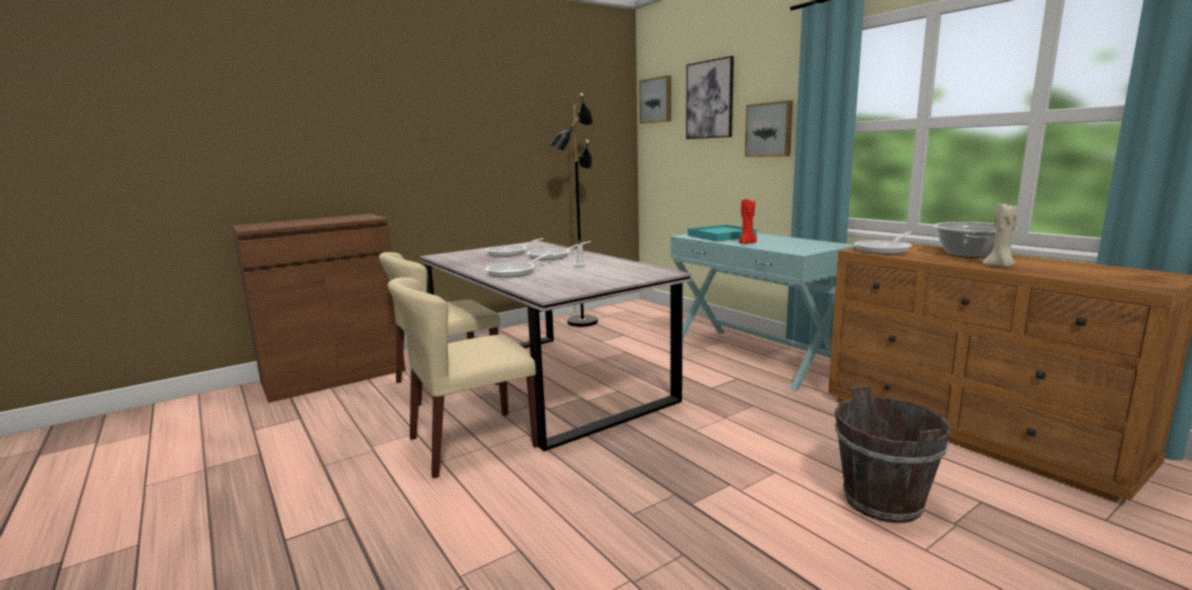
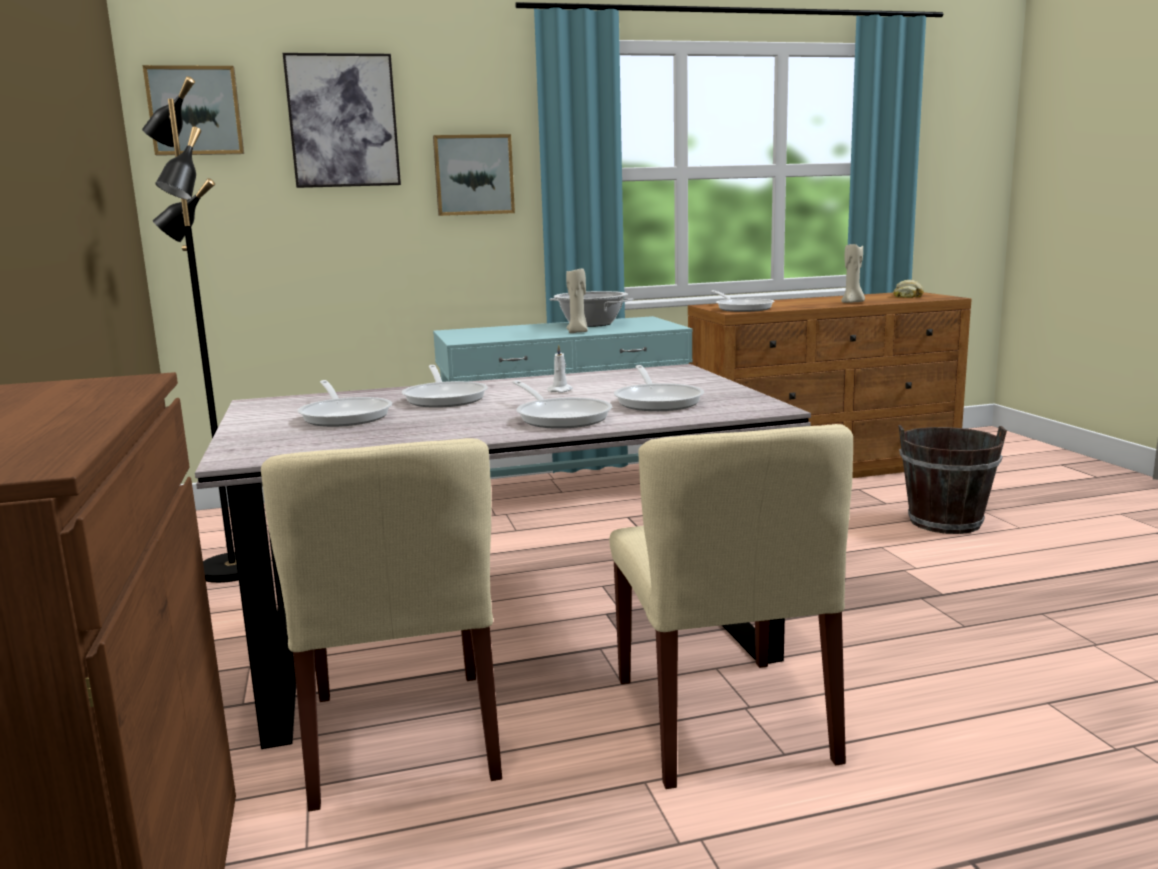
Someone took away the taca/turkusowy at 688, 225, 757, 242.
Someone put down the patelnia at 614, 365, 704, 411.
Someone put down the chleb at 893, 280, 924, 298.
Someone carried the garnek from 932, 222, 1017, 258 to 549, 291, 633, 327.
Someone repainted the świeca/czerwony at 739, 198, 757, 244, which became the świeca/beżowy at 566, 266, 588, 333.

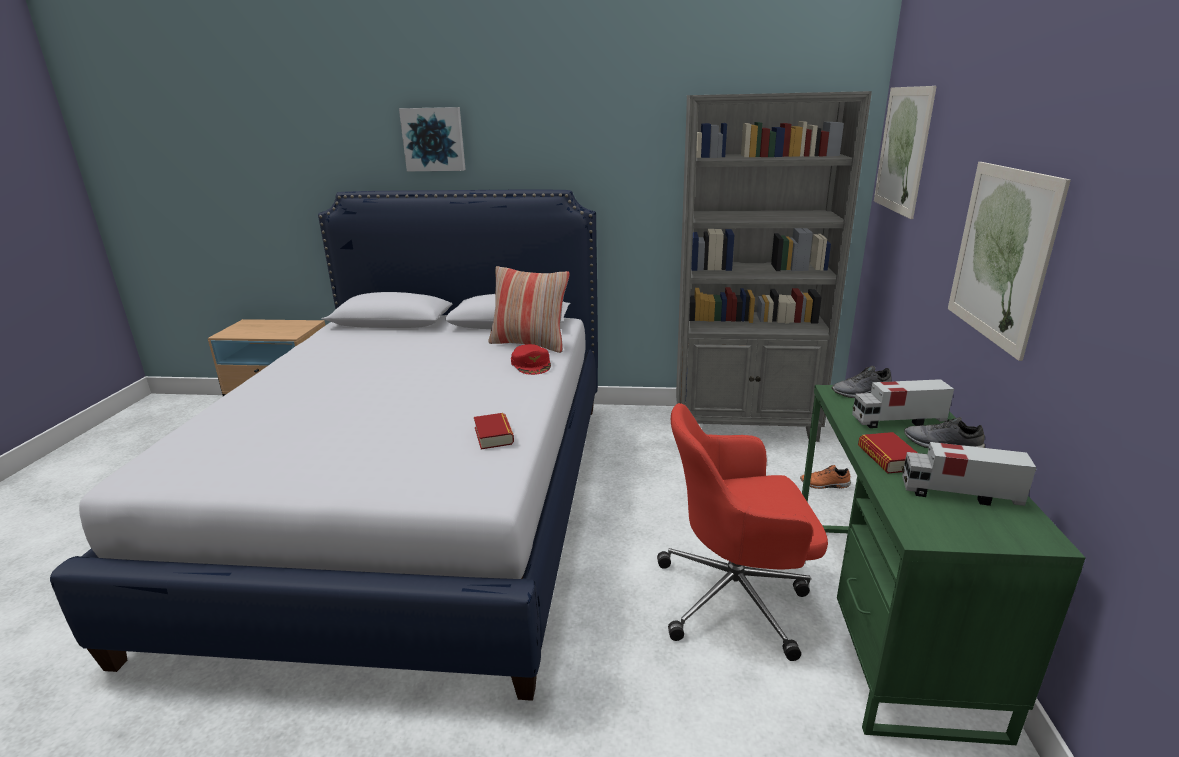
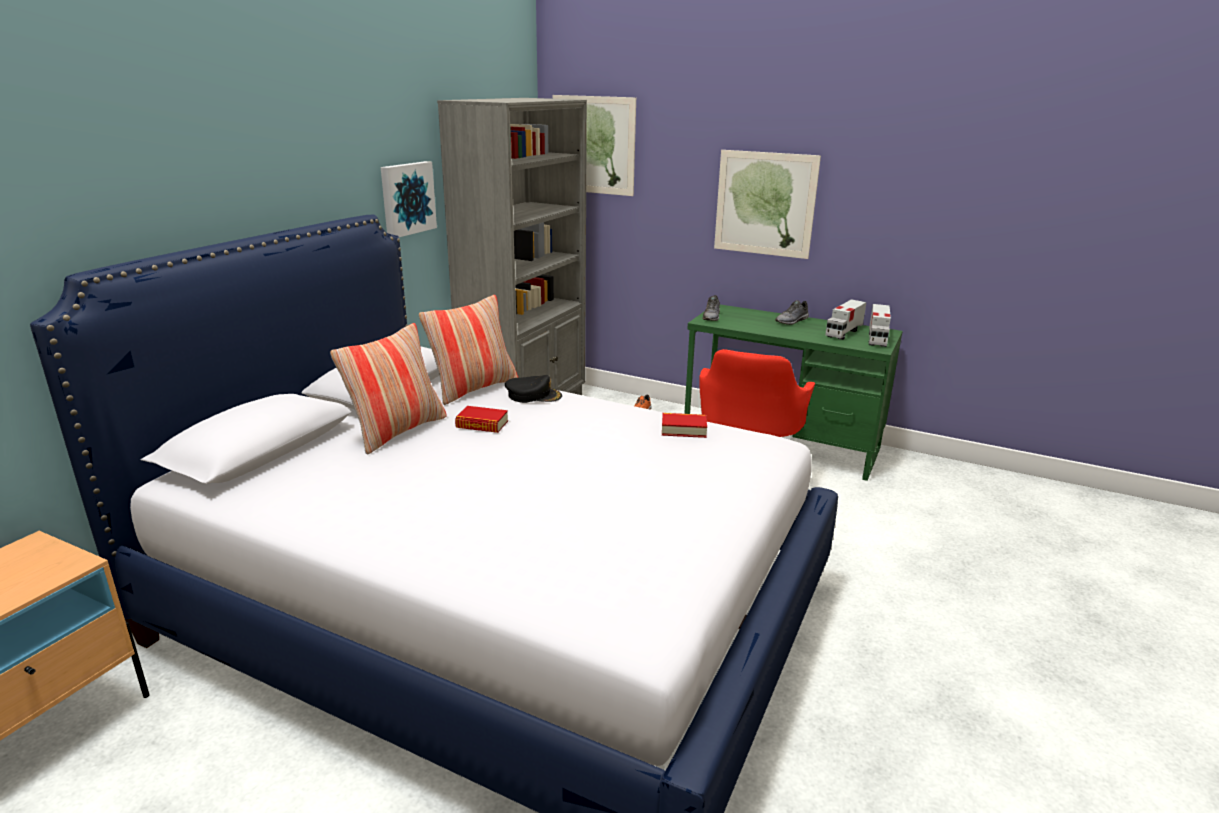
Someone put down the poduszka at 330, 323, 447, 454.
Someone carried the obraz from 399, 107, 466, 171 to 381, 161, 437, 237.
Someone carried the ciężarówka zabawkowa from 852, 379, 954, 428 to 868, 304, 891, 347.
Someone carried the książka from 858, 432, 917, 473 to 455, 406, 508, 433.
Someone repainted the czapka z daszkiem/czerwony at 511, 344, 551, 375, which became the czapka z daszkiem/czarny at 505, 375, 562, 403.

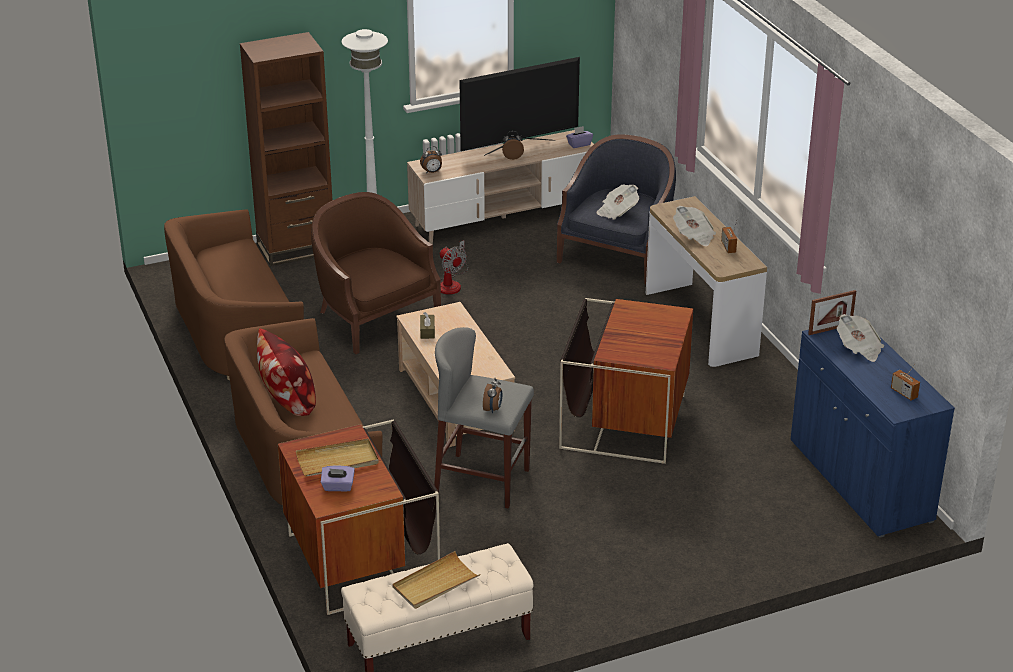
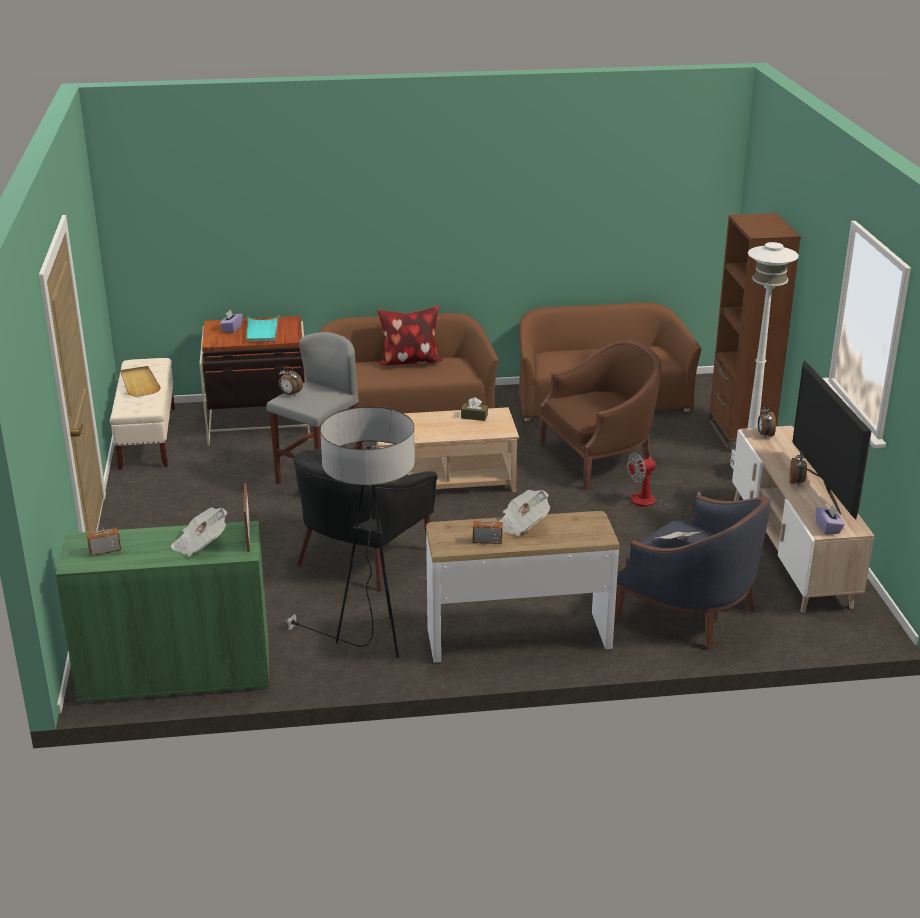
Someone put down the lampa stojąca at 285, 407, 415, 658.
Someone swapped the stolik at 559, 298, 693, 464 for the fotel/czarny at 293, 448, 438, 592.
Someone repainted the taca/beżowy at 296, 438, 379, 477, which became the taca/turkusowy at 247, 316, 279, 342.
Someone repainted the szafka/niebieski at 790, 329, 955, 538, which became the szafka/zielony at 55, 521, 269, 704.

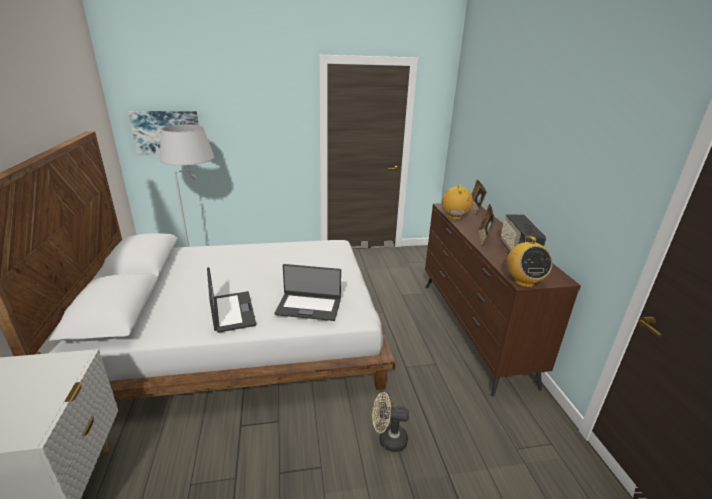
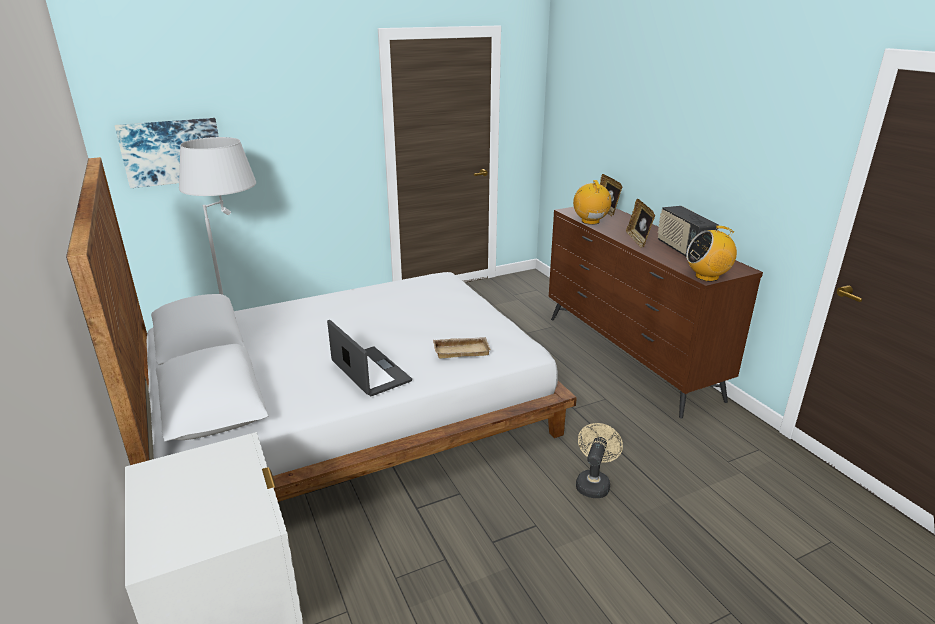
Someone swapped the laptop at 274, 264, 341, 321 for the taca/beżowy at 433, 337, 491, 358.
Someone rotated the wentylator/beżowy at 372, 392, 409, 452 by 120 degrees clockwise.
Someone rotated the radio at 507, 236, 553, 287 by 105 degrees clockwise.

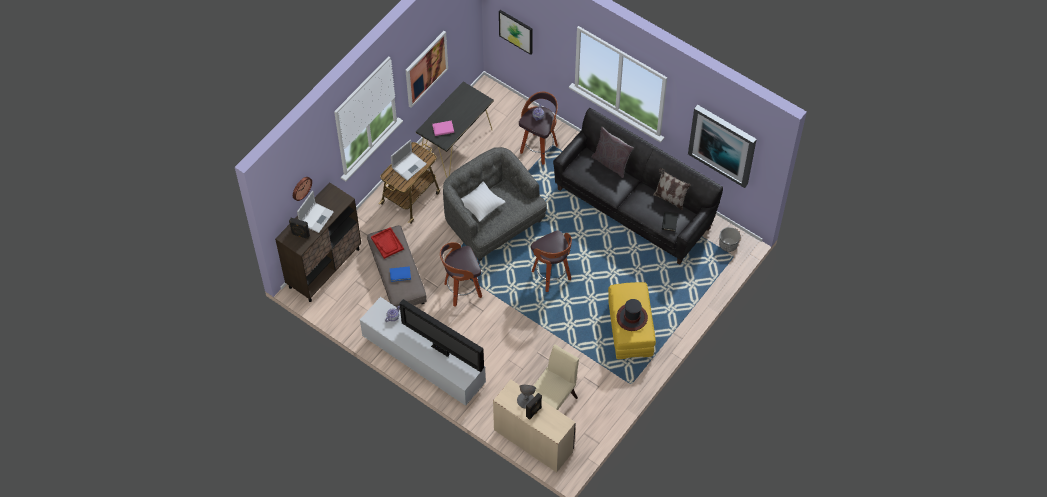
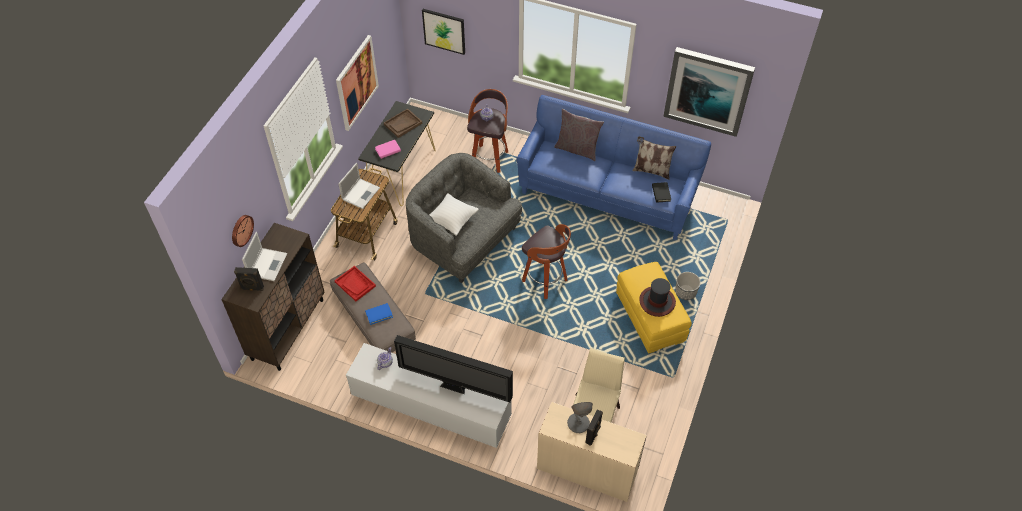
Someone took away the stołek at 440, 242, 482, 307.
Someone put down the taca/brązowy at 384, 108, 422, 138.
Someone carried the donica from 719, 227, 740, 252 to 675, 272, 701, 300.
Someone repainted the kanapa/czarny at 553, 108, 723, 265, which became the kanapa/niebieski at 516, 95, 711, 240.

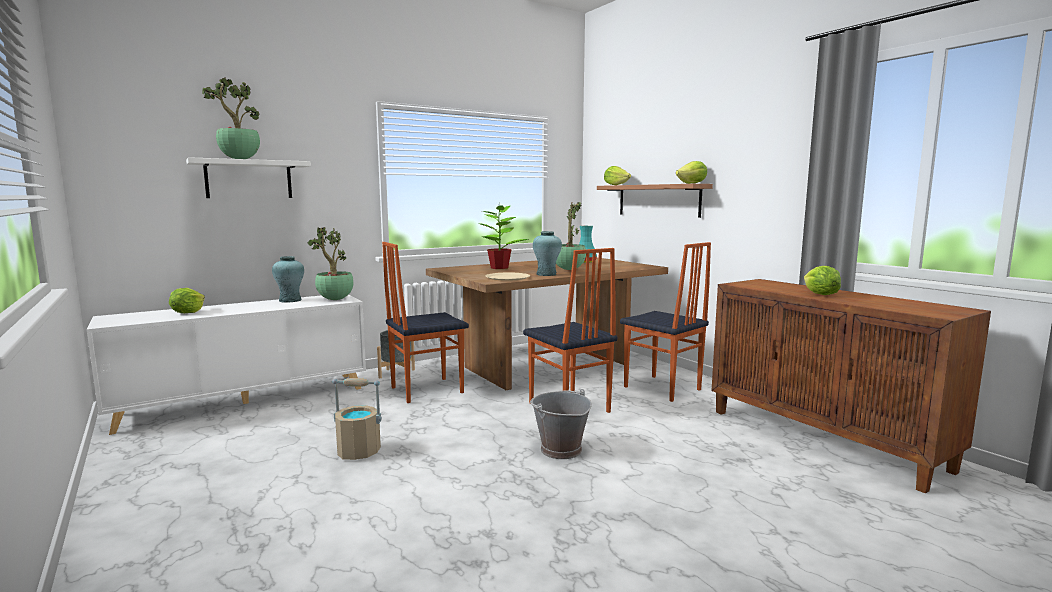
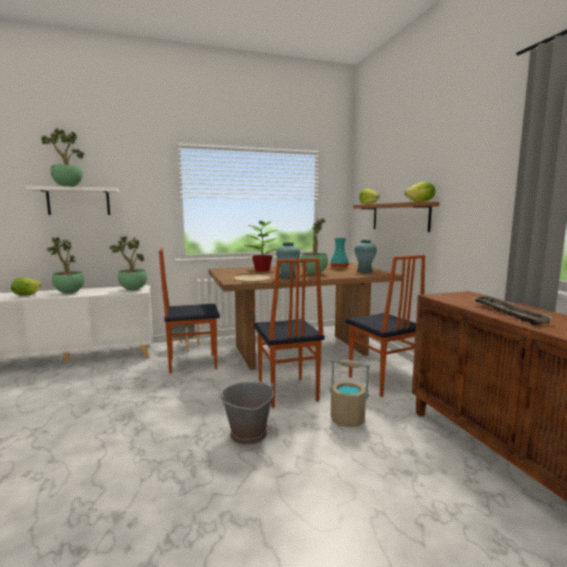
Someone put down the roślina doniczkowa at 46, 238, 84, 294.
Someone carried the wazon/turkusowy from 272, 256, 304, 303 to 354, 240, 377, 273.
Someone carried the wiadro/beżowy from 332, 378, 382, 460 to 330, 359, 370, 427.
Someone swapped the sałata at 804, 266, 841, 295 for the taca at 474, 296, 555, 325.

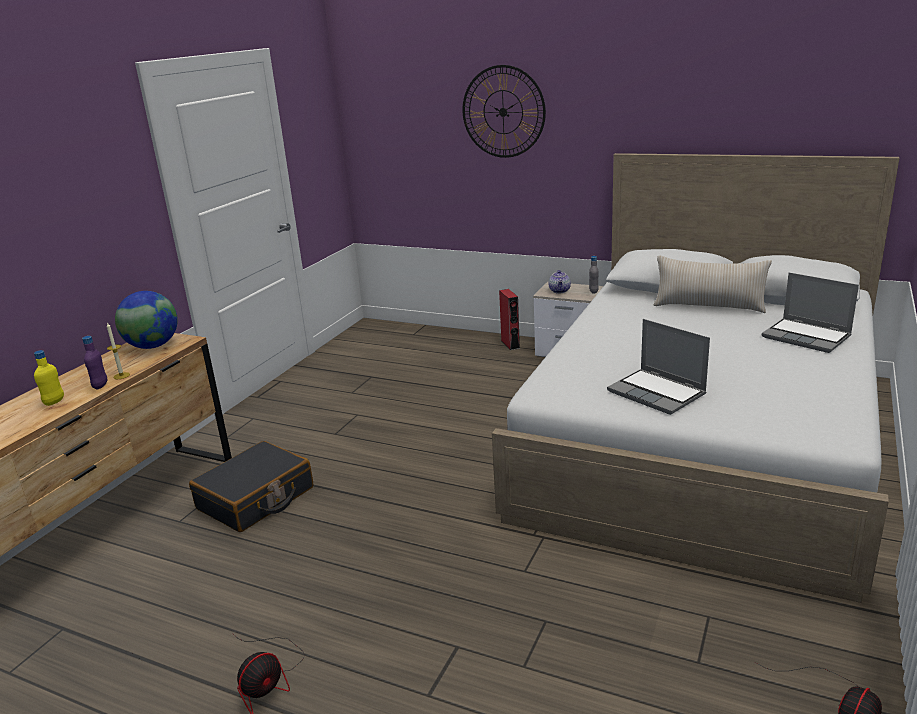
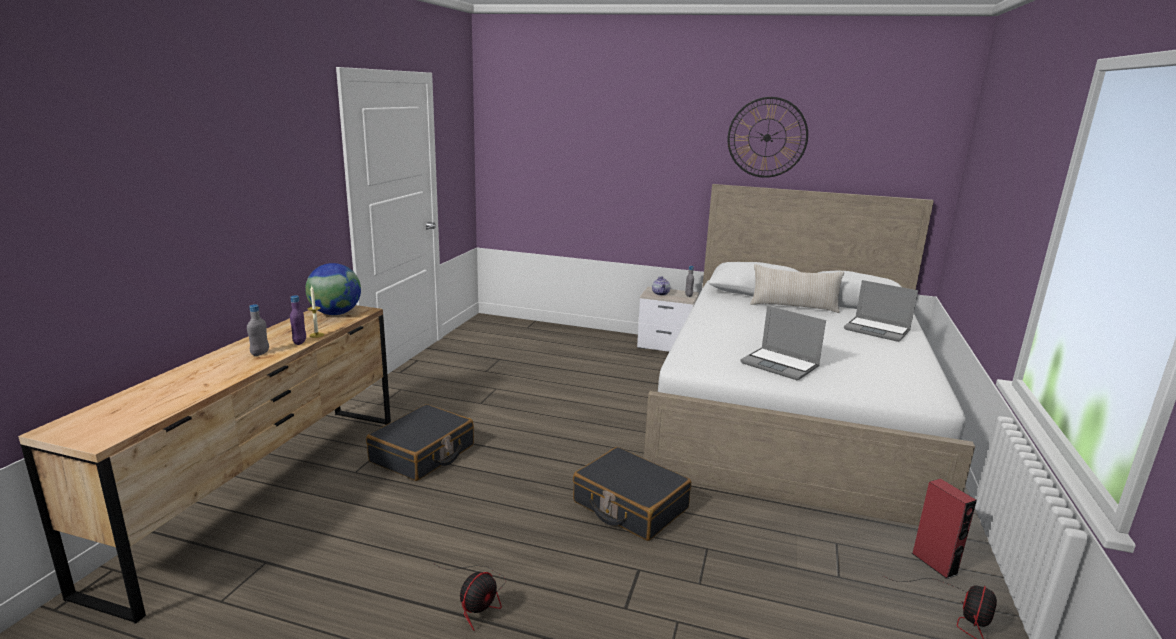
Someone put down the walizka/czarny at 573, 447, 691, 541.
Someone carried the zegar ścienny from 462, 65, 546, 158 to 728, 97, 808, 178.
Someone carried the głośnik/czerwony from 499, 289, 520, 350 to 912, 479, 977, 579.
Someone repainted the butelka/żółty at 34, 350, 64, 406, which became the butelka/szary at 247, 304, 269, 356.

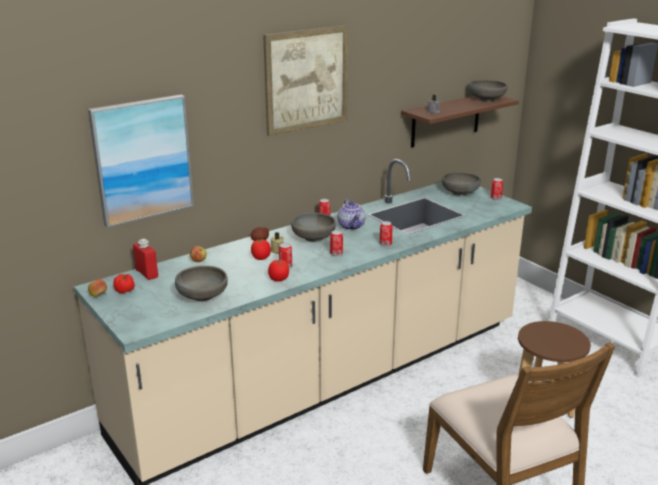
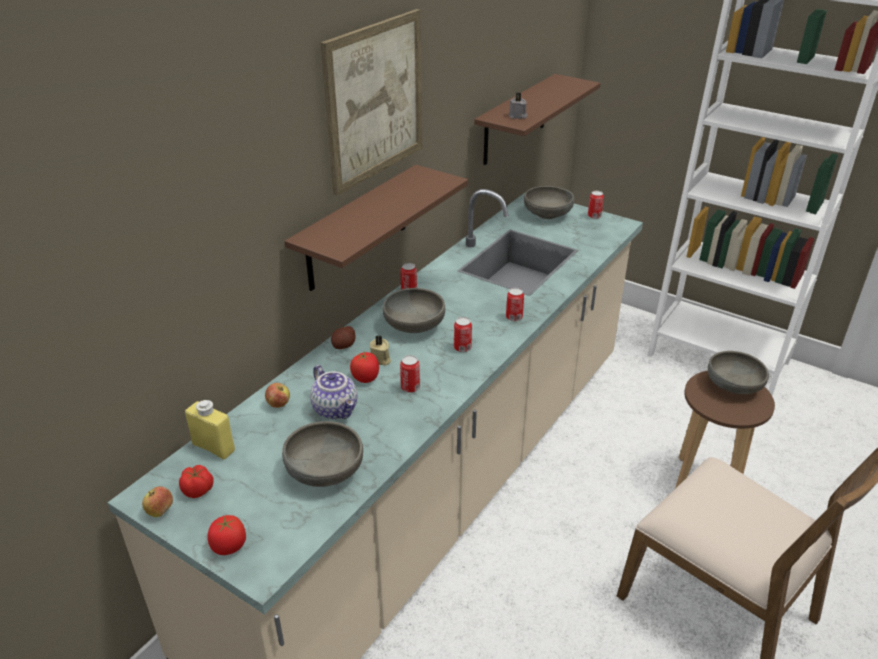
Someone took away the obraz at 88, 95, 194, 228.
Someone put up the półka/brązowy at 285, 165, 468, 291.
Someone carried the pomidor from 268, 260, 289, 281 to 207, 515, 246, 555.
Someone carried the imbryk from 338, 200, 365, 230 to 310, 365, 357, 419.
Someone carried the miska/szary from 468, 80, 508, 101 to 708, 351, 769, 394.
Someone repainted the butelka/czerwony at 133, 239, 158, 280, which became the butelka/żółty at 185, 400, 235, 459.

